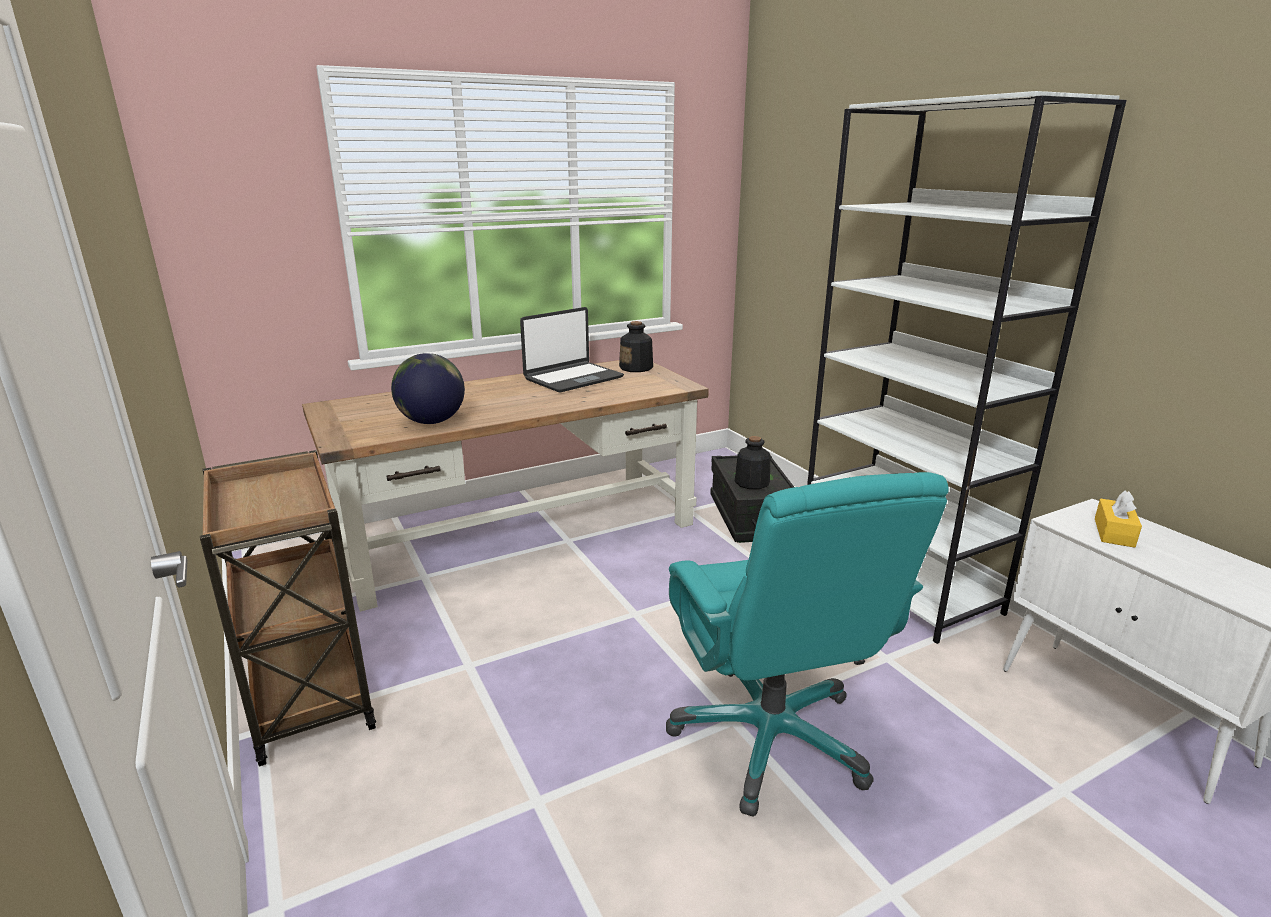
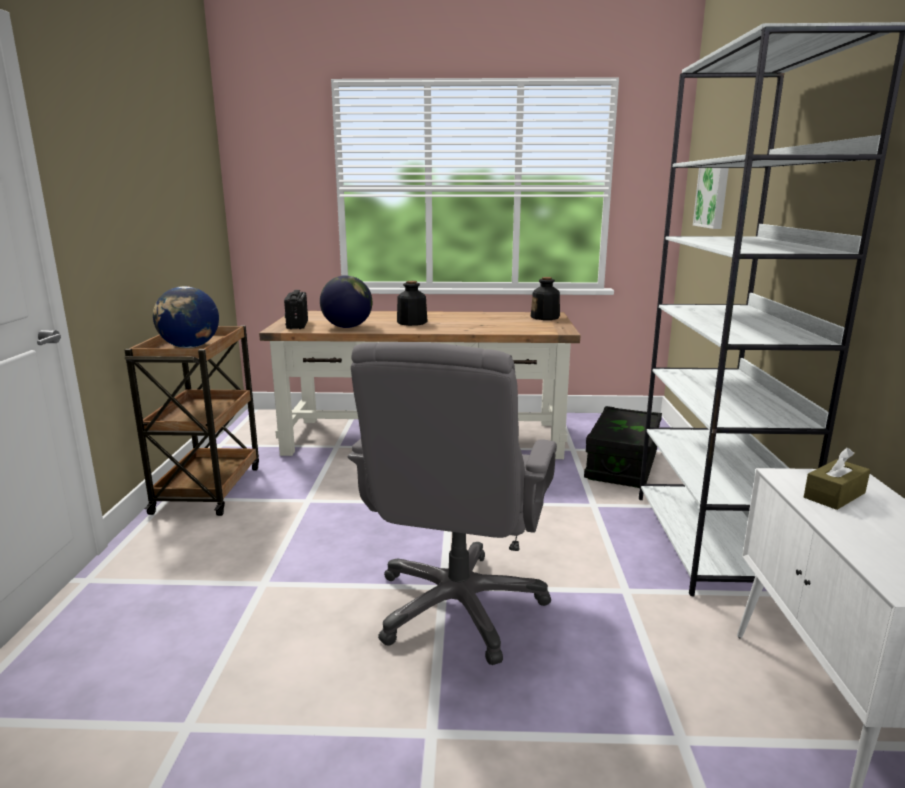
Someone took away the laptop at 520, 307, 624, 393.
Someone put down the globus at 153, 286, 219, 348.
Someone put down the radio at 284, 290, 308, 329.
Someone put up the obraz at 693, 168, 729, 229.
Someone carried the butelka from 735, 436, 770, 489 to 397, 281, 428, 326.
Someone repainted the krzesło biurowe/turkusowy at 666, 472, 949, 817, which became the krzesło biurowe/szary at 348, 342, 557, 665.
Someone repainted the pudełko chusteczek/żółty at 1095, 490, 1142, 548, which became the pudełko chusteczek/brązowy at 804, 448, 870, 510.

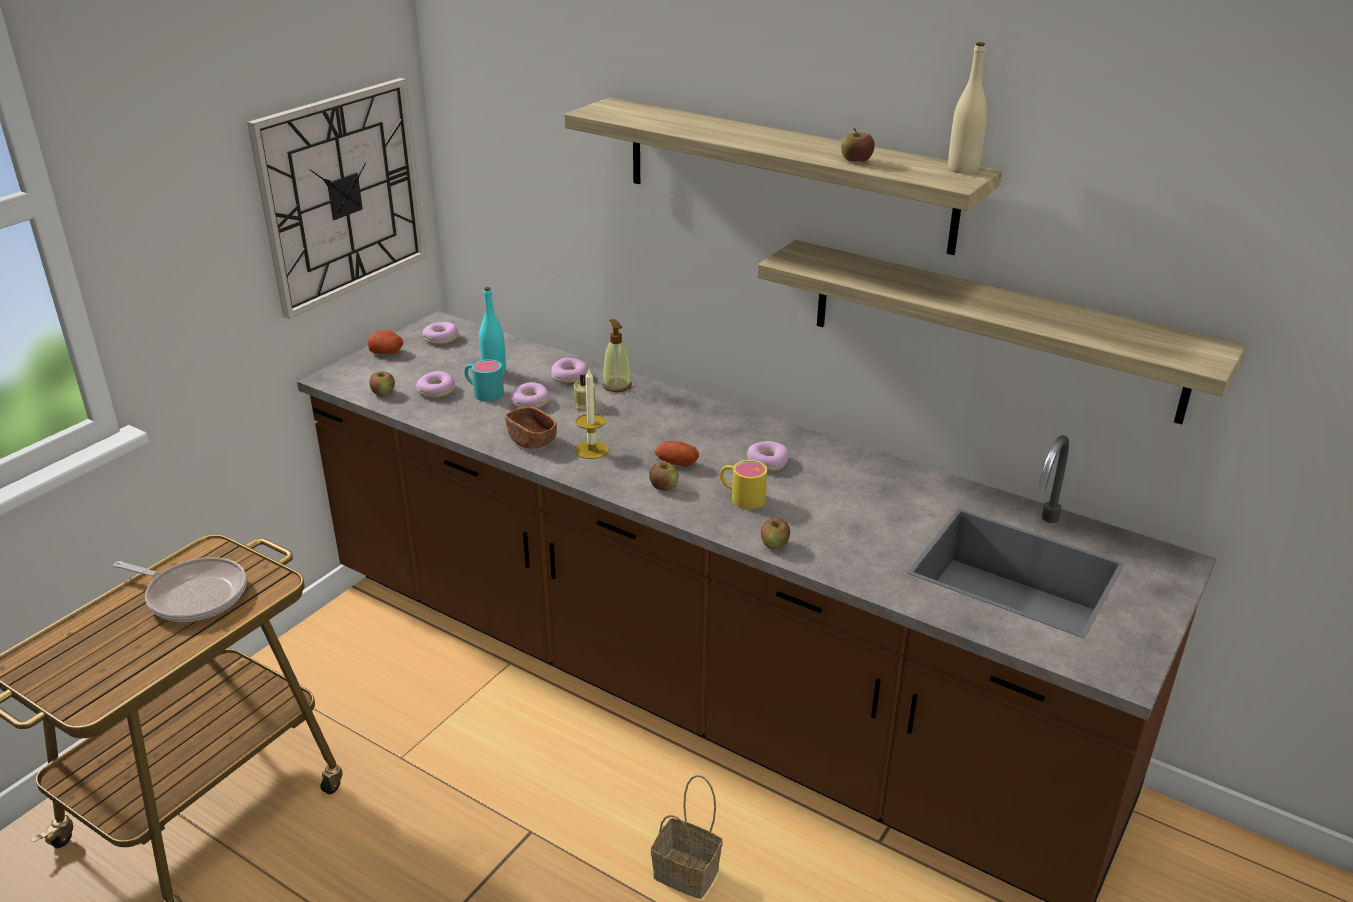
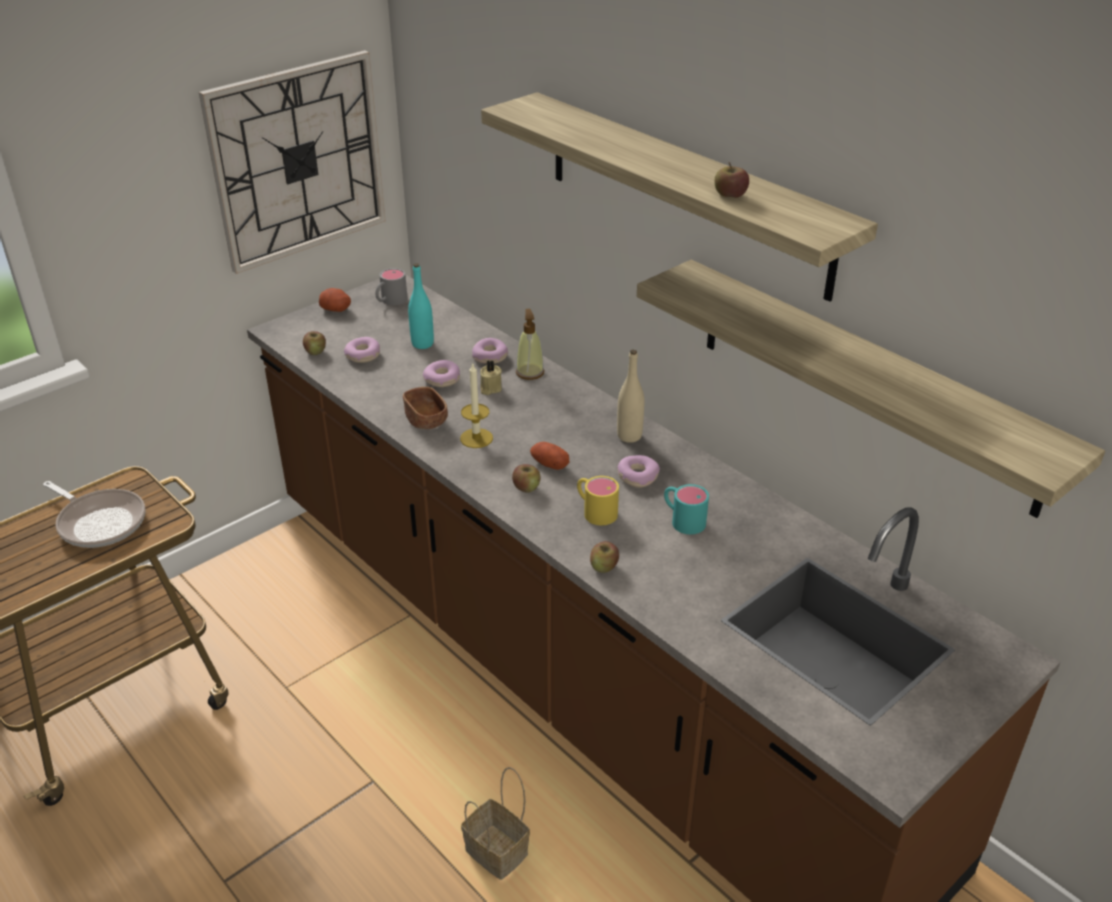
Someone carried the kubek/turkusowy from 464, 359, 504, 402 to 664, 484, 709, 535.
Someone carried the butelka/beżowy from 948, 42, 987, 174 to 617, 350, 644, 443.
Someone swapped the donut at 422, 322, 458, 344 for the kubek/szary at 375, 268, 408, 305.

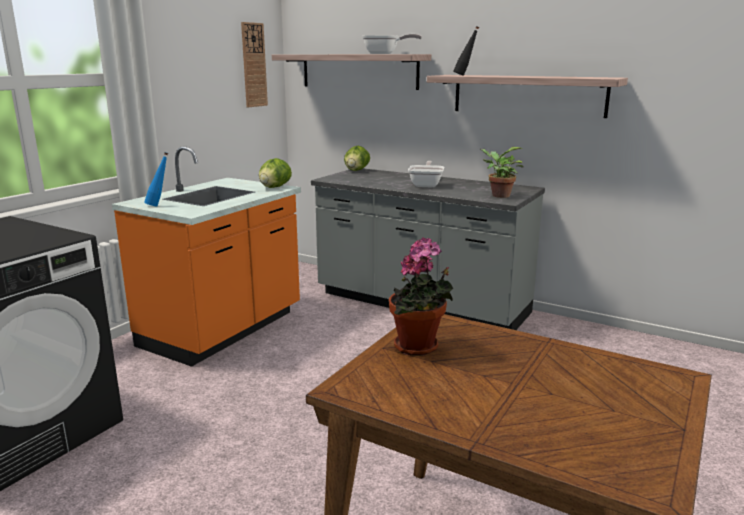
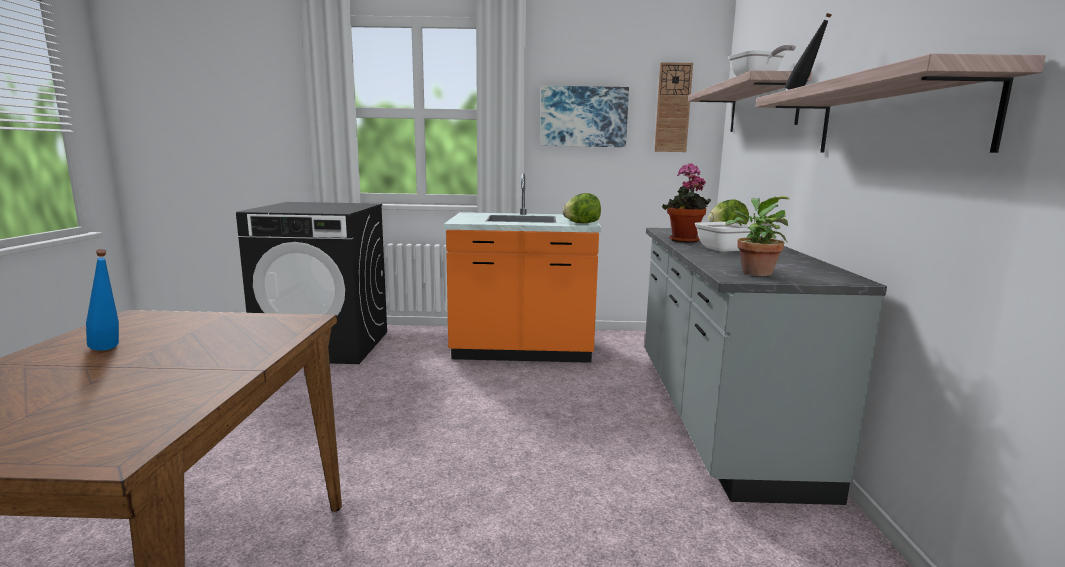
Someone put up the obraz at 540, 86, 629, 147.
Someone carried the butelka/niebieski from 144, 152, 168, 206 to 86, 249, 119, 350.
Someone carried the roślina doniczkowa from 389, 238, 453, 356 to 662, 163, 711, 243.

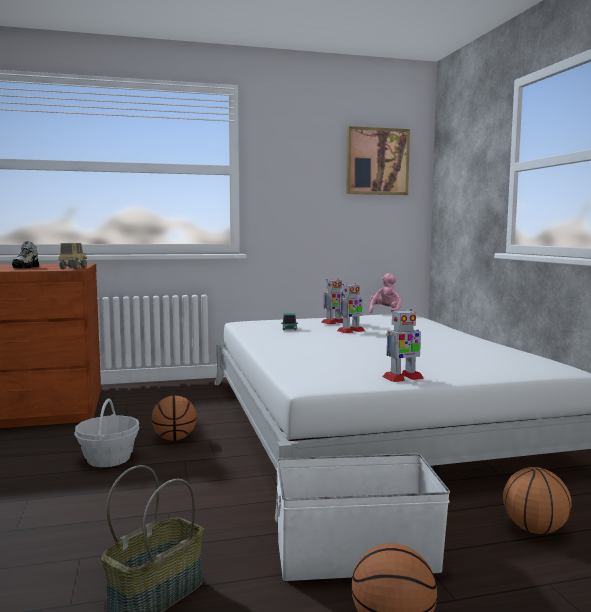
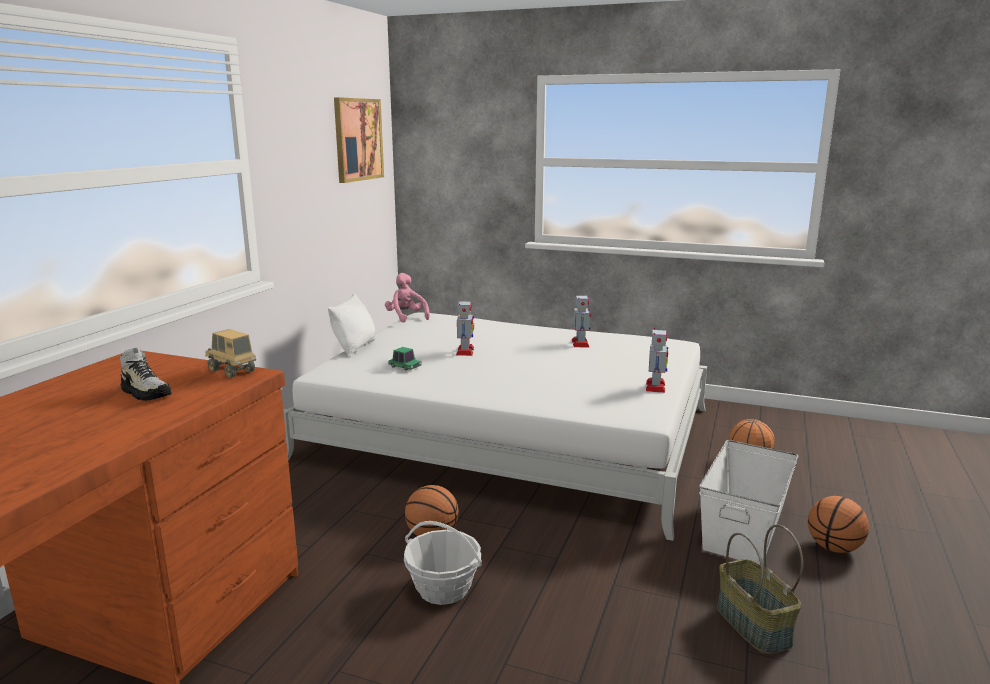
Someone put down the poduszka/biały at 328, 293, 375, 356.
Someone carried the robot zabawkowy from 321, 279, 345, 324 to 572, 294, 591, 347.

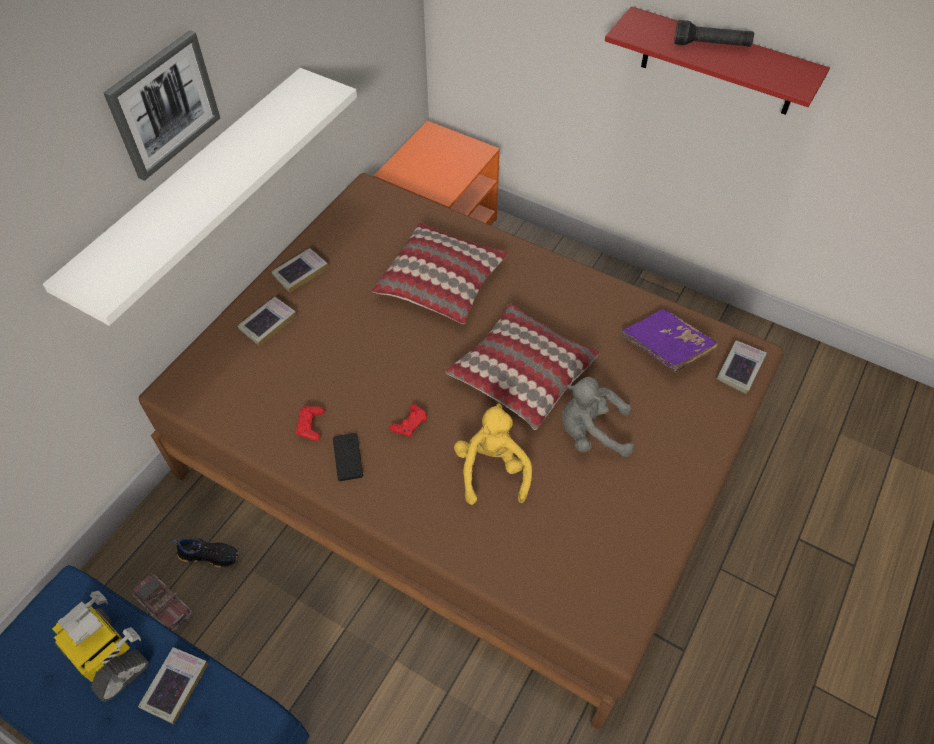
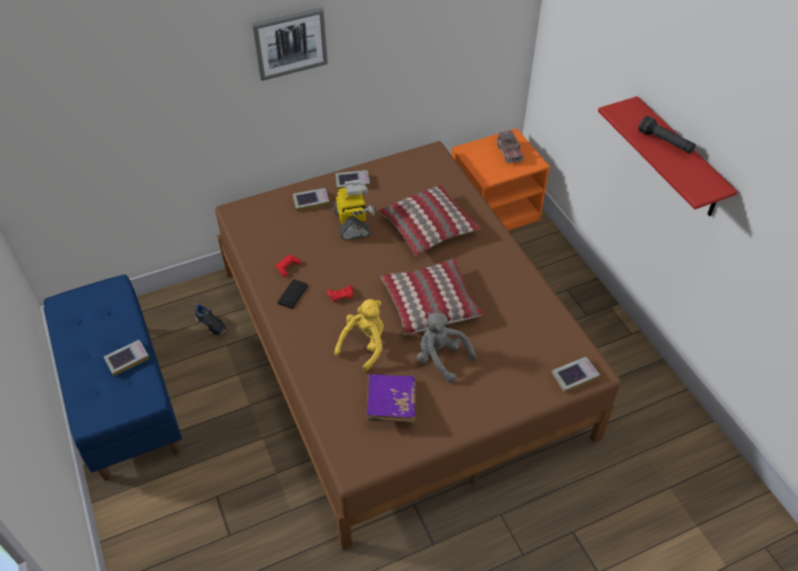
Someone took away the półka/biały at 43, 68, 357, 326.
Someone carried the robot zabawkowy from 52, 591, 149, 702 to 333, 179, 375, 240.
Someone carried the ciężarówka zabawkowa from 132, 573, 192, 632 to 496, 130, 524, 164.
Someone carried the książka/fioletowy from 621, 309, 718, 373 to 366, 374, 416, 423.

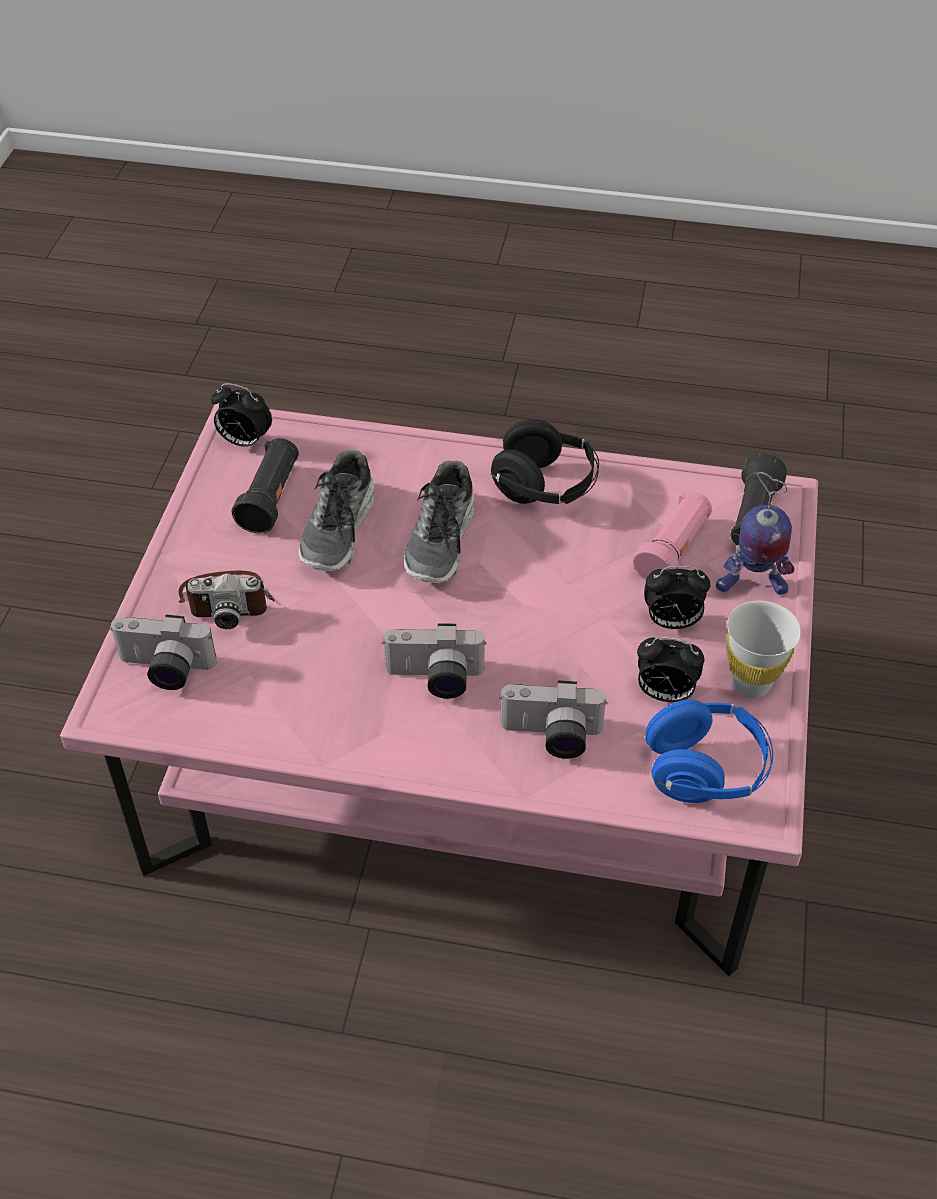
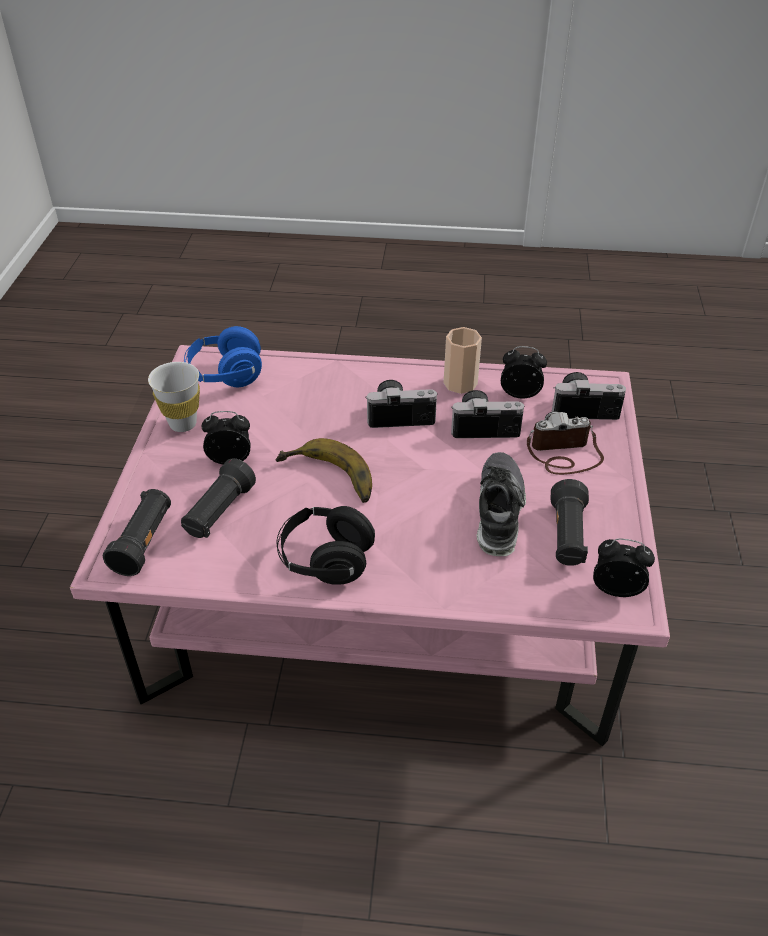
Someone took away the but at 404, 461, 474, 584.
Someone took away the robot zabawkowy at 716, 472, 794, 595.
Someone put down the banan at 276, 438, 372, 503.
Someone put down the filiżanka at 443, 327, 482, 394.
Someone carried the aparat fotograficzny from 499, 680, 608, 759 to 451, 390, 524, 438.
Someone carried the budzik from 637, 637, 705, 702 to 501, 346, 547, 399.
Someone repainted the latarka/różowy at 633, 492, 712, 581, which became the latarka/czarny at 181, 459, 256, 538.

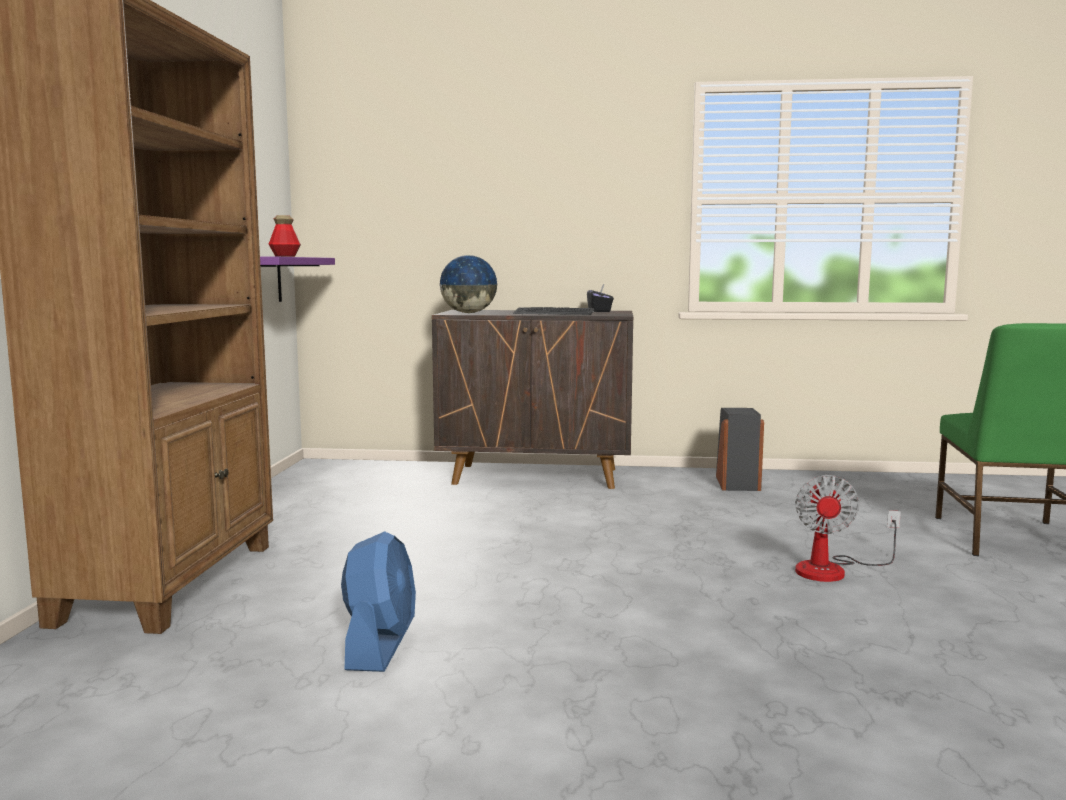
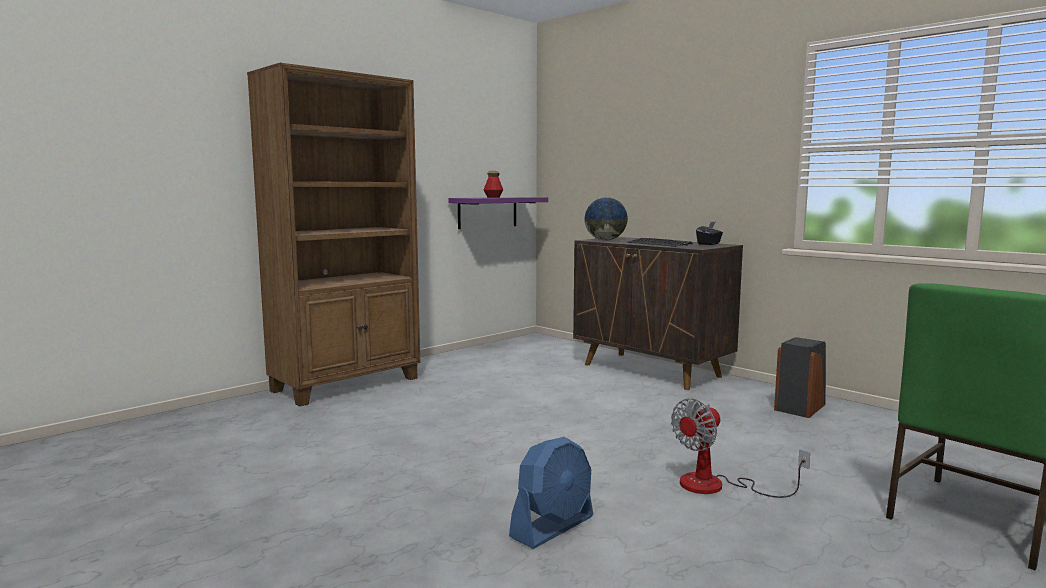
Someone carried the wentylator/niebieski from 341, 531, 416, 672 to 509, 437, 593, 549.

